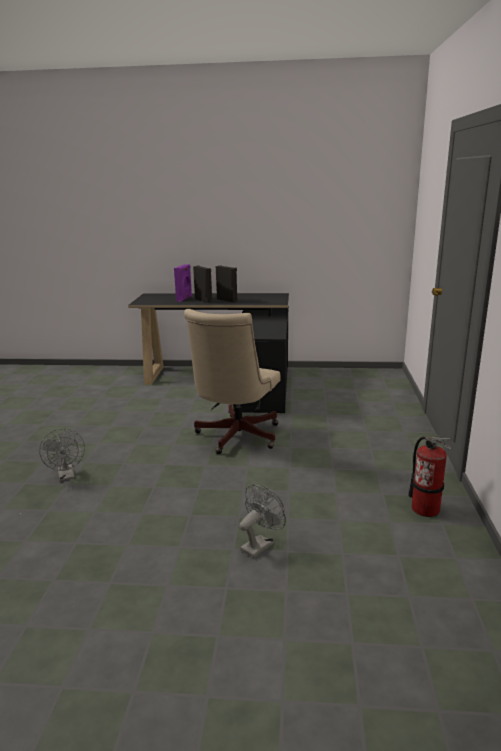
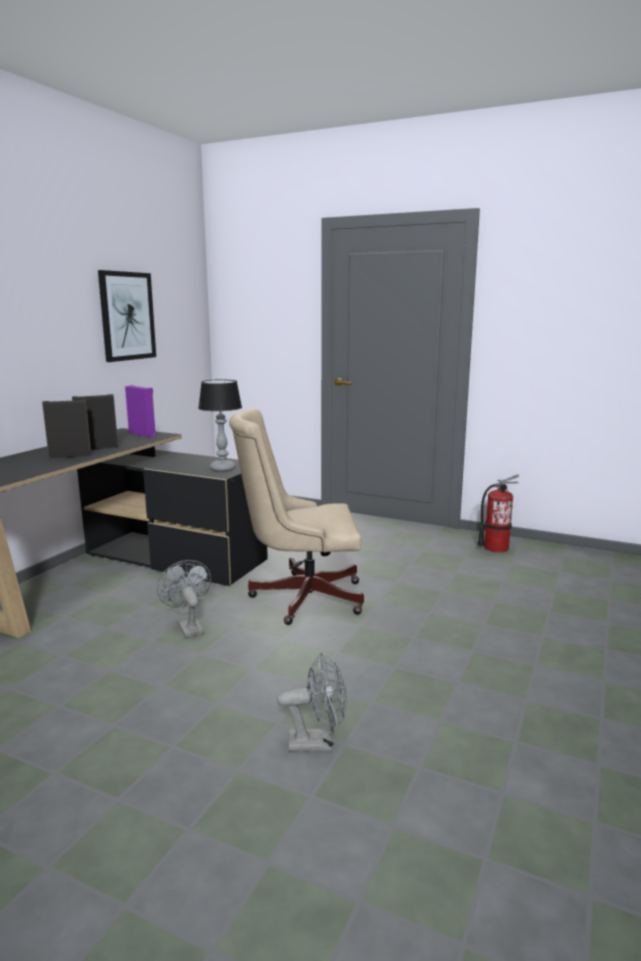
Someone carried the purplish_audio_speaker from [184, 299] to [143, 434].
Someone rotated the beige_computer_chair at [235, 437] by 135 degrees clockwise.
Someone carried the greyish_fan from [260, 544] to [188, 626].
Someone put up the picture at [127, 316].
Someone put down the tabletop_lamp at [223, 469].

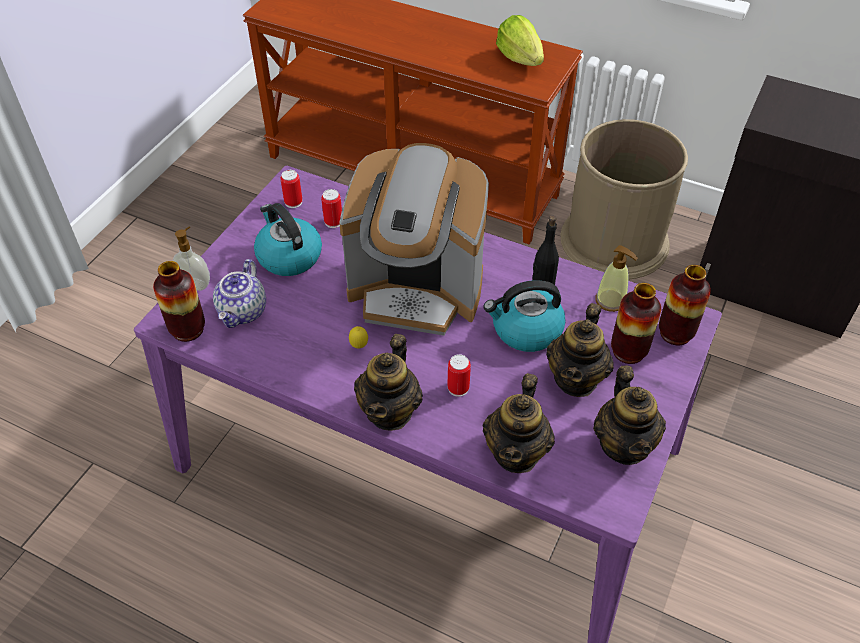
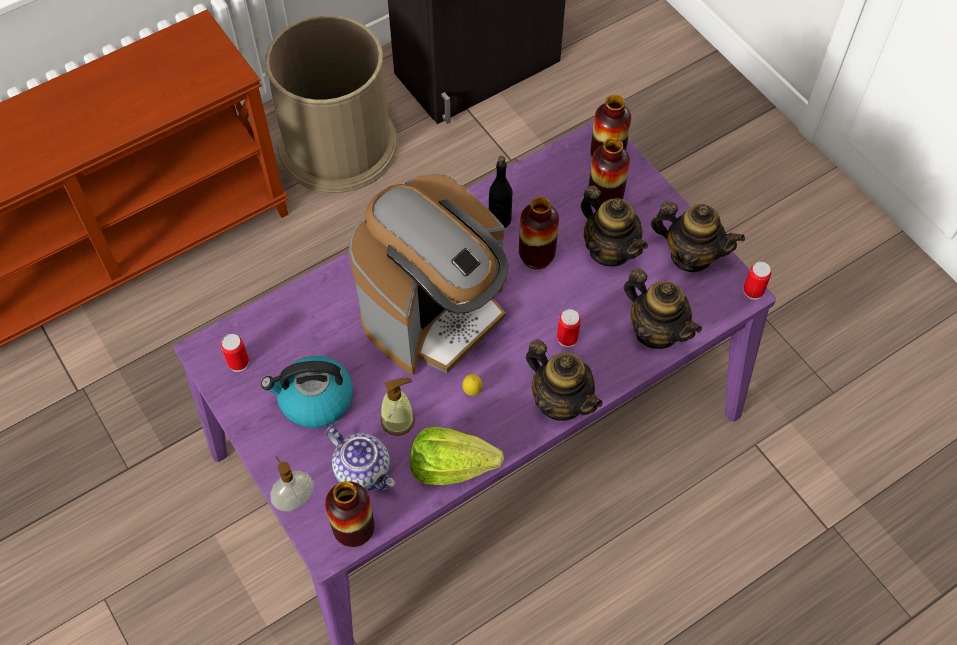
Someone carried the lettuce from [520, 58] to [451, 466].
Someone carried the sealed_can from [333, 222] to [753, 291].
Someone carried the soap_dispenser from [610, 301] to [398, 421].
Someone swapped the kettle at [525, 330] for the vase at [536, 256].

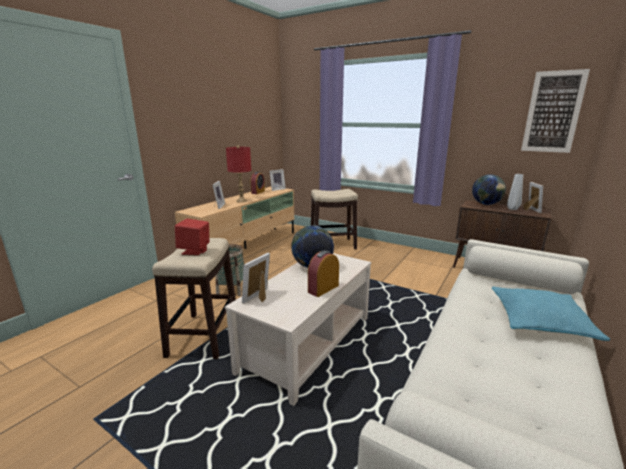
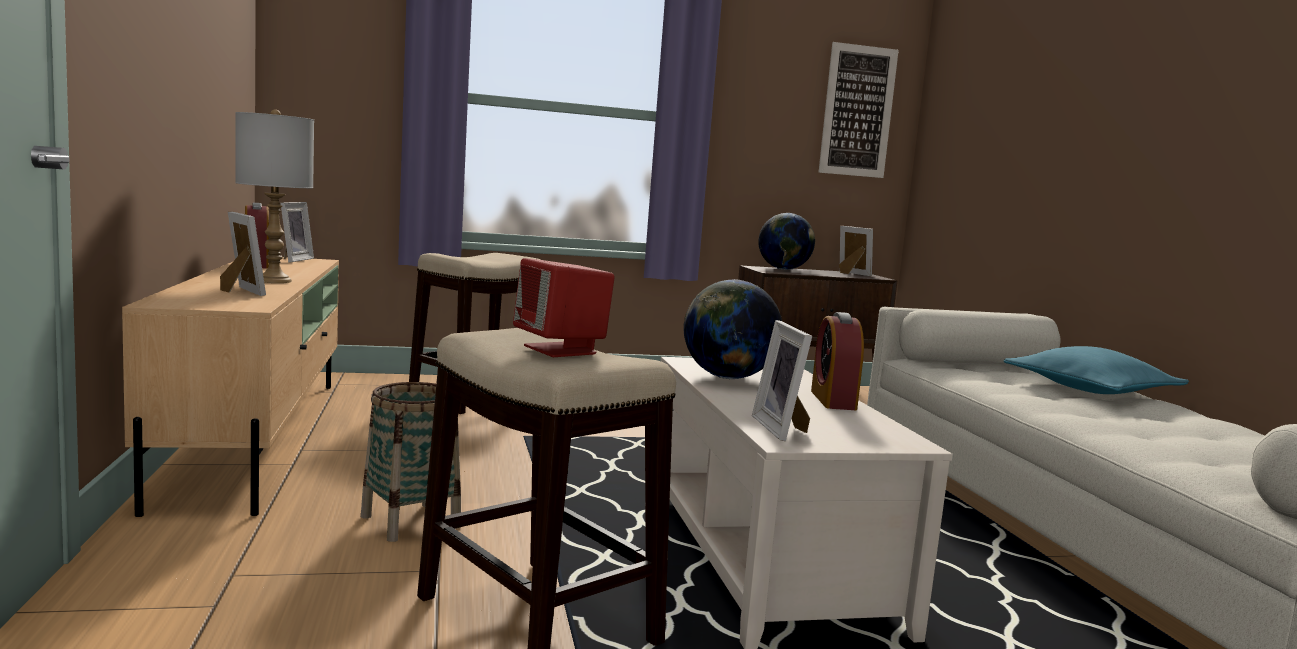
Someone repainted the red-coloured_tabletop_lamp at [241, 201], which became the greyish_tabletop_lamp at [274, 281].
Someone took away the greyish_vase at [512, 209].

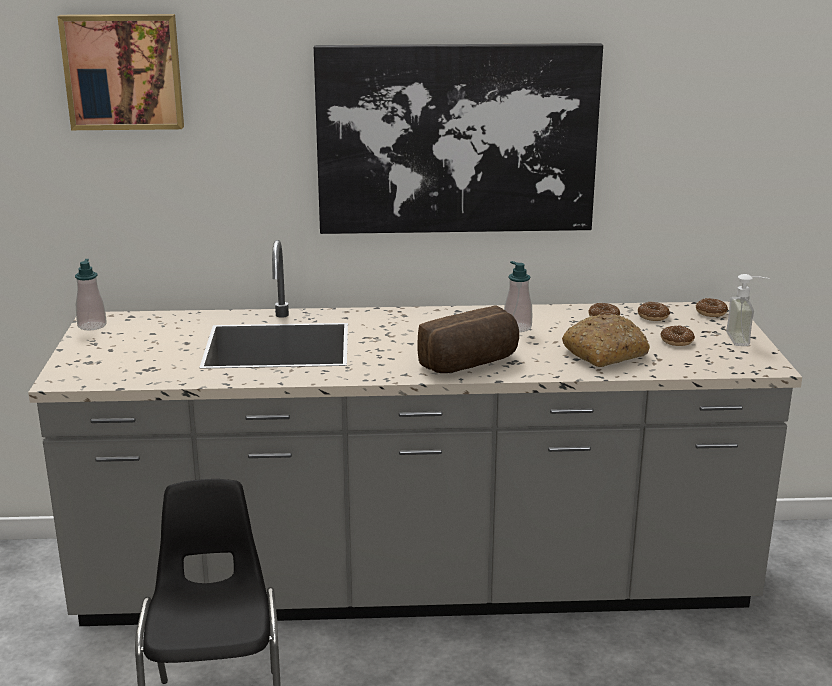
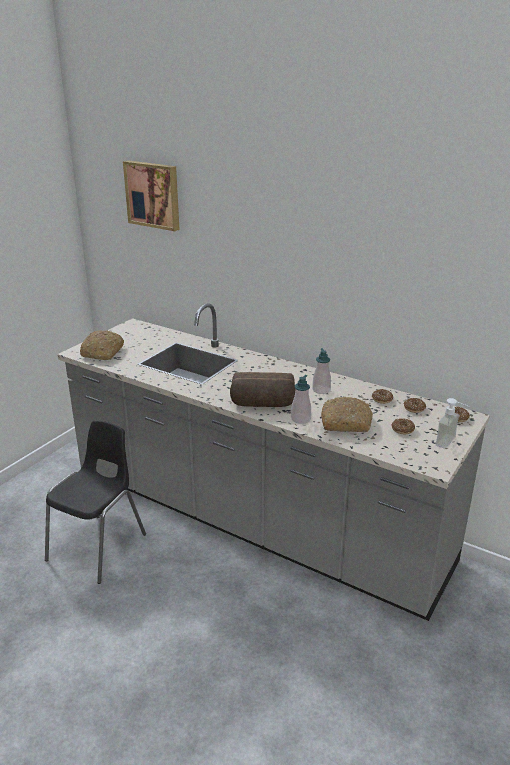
Someone took away the picture at [456, 139].
Someone carried the soap_dispenser from [92, 326] to [300, 419].
Someone put down the baked_bread at [103, 352].

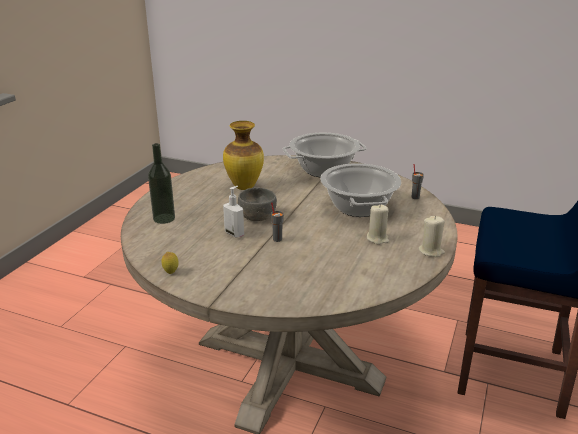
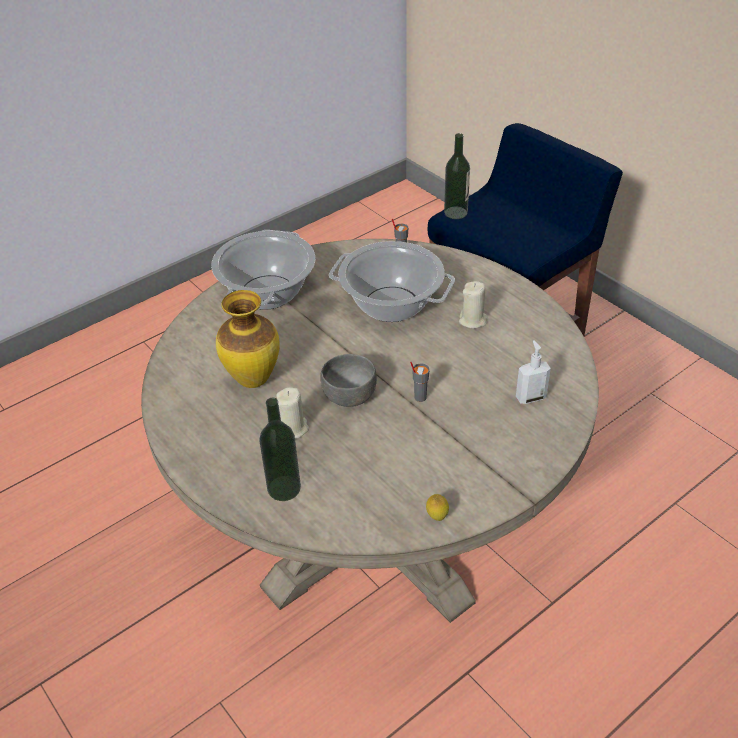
Someone carried the soap_dispenser from [234, 233] to [530, 397].
Someone carried the beige_candle from [431, 251] to [293, 428].
Someone put down the bottle at [455, 212].

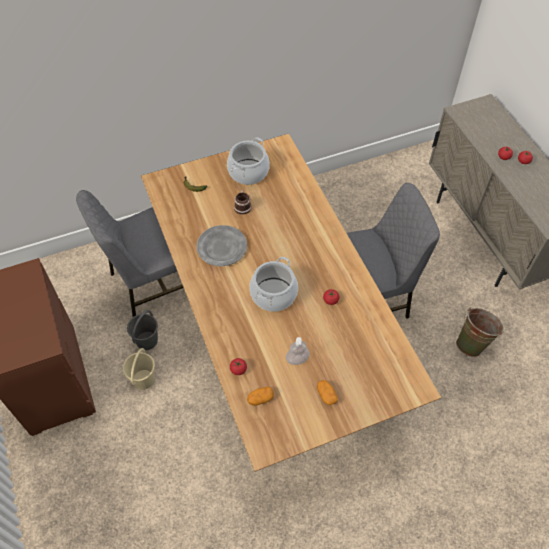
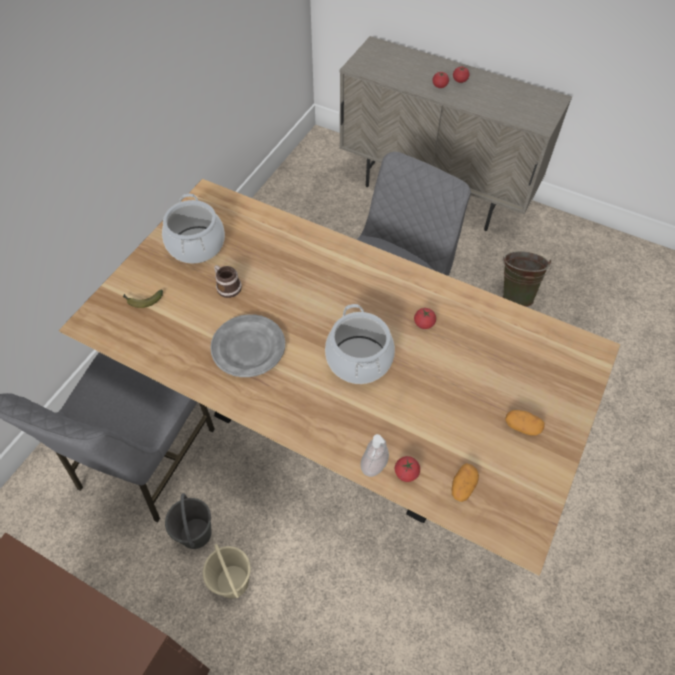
Someone carried the soap_dispenser from [297, 359] to [374, 464].

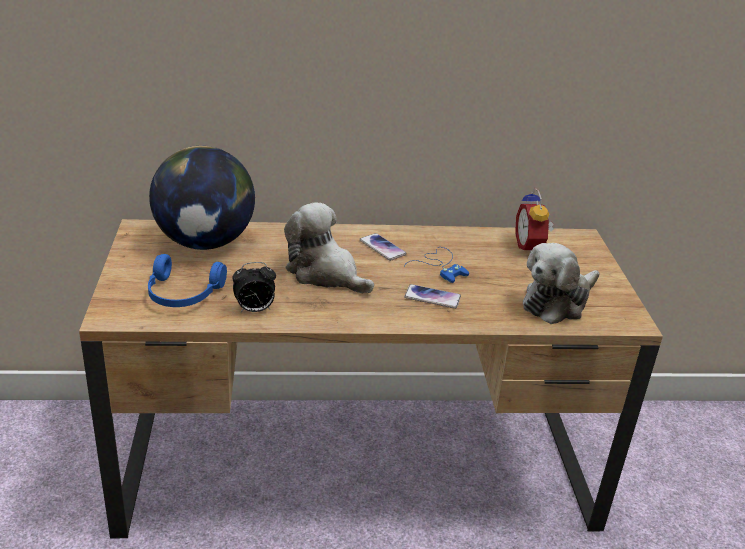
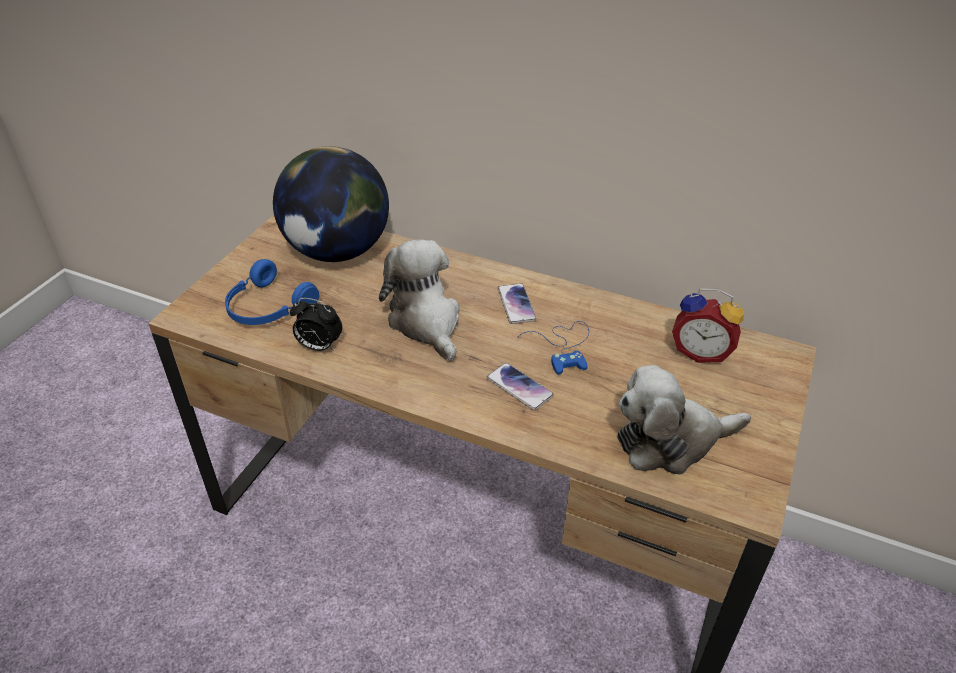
Someone rotated the table_clock at [531, 247] by 90 degrees counterclockwise.

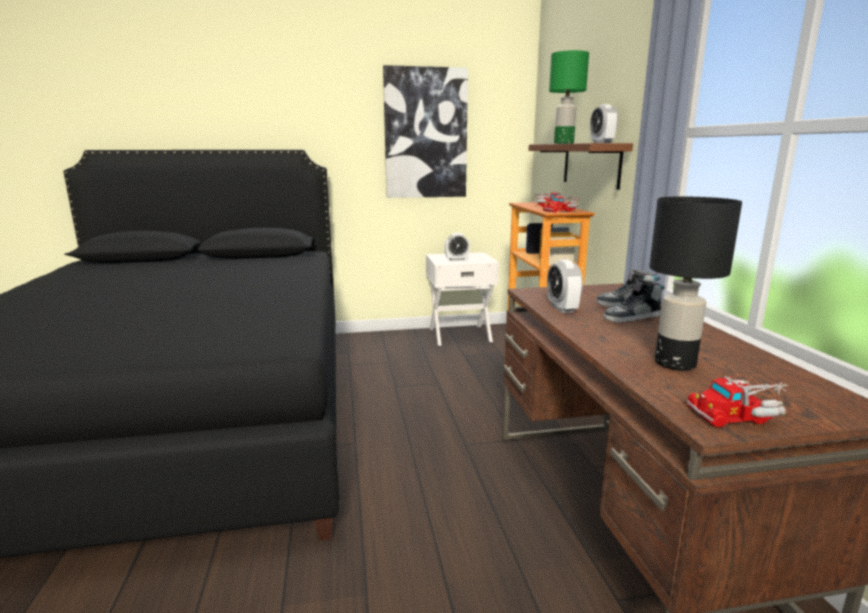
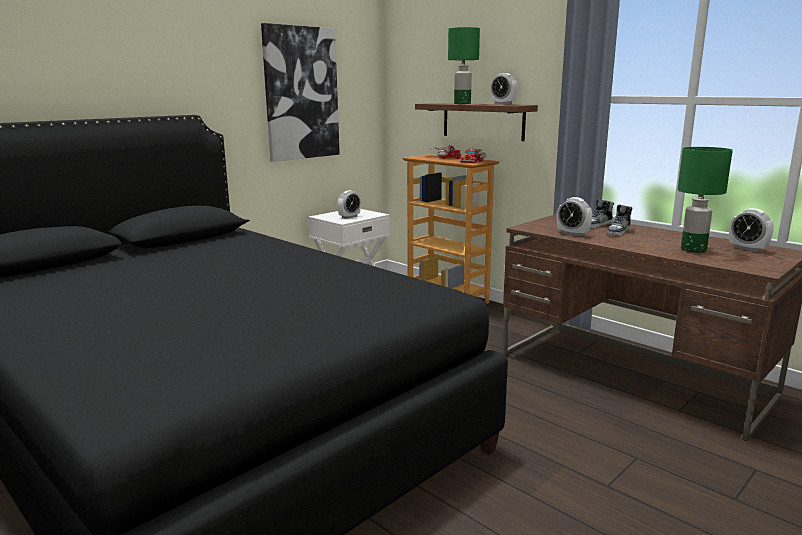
Someone repainted the black-coloured_tabletop_lamp at [676, 364], which became the greenish_tabletop_lamp at [694, 250].
Someone took away the toy_truck at [738, 414].
Someone put down the table_clock at [747, 249].

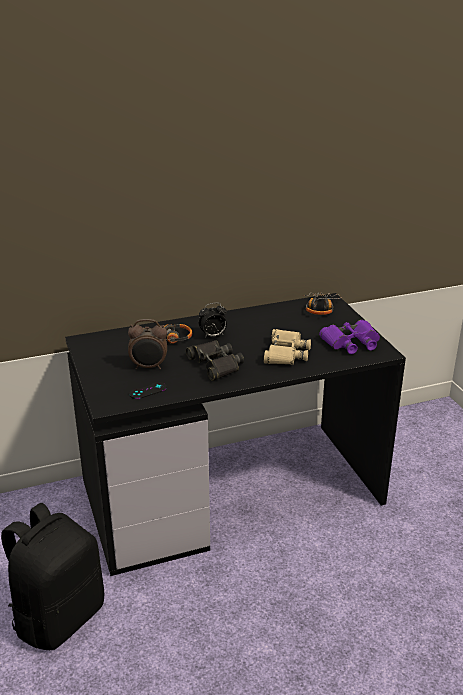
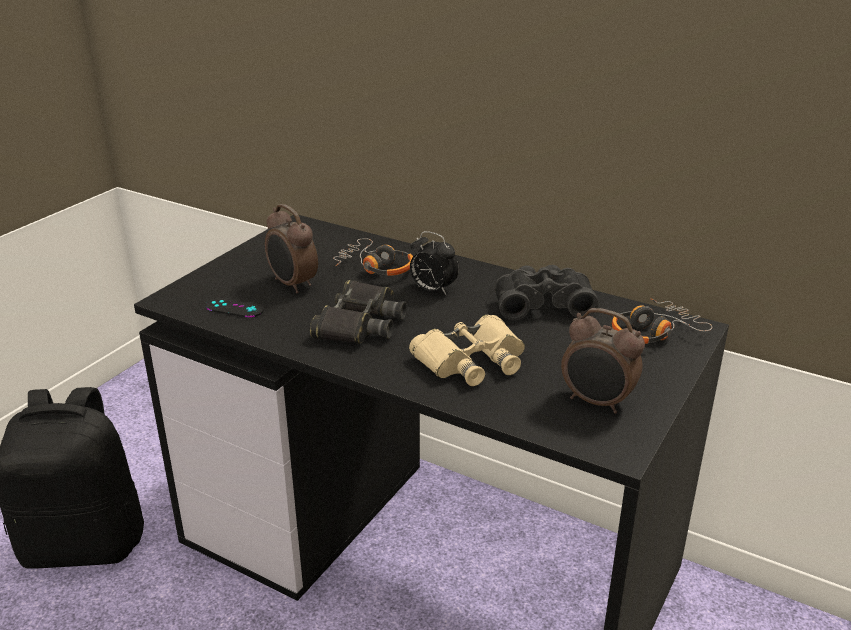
Someone swapped the purplish_field_glasses at [351, 342] for the table_clock at [597, 402].
Someone put down the black-coloured_field_glasses at [542, 303].

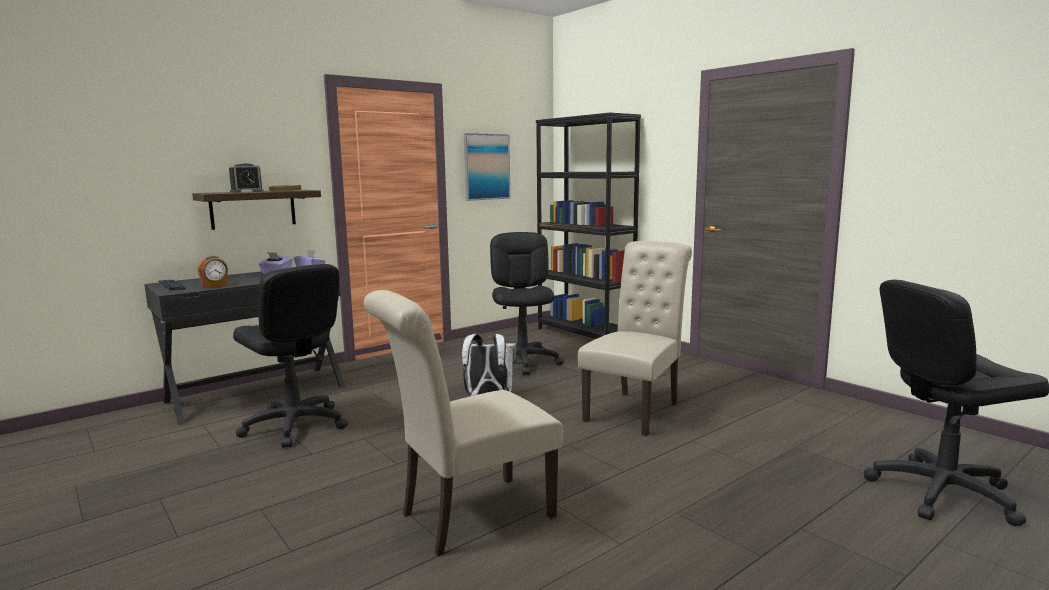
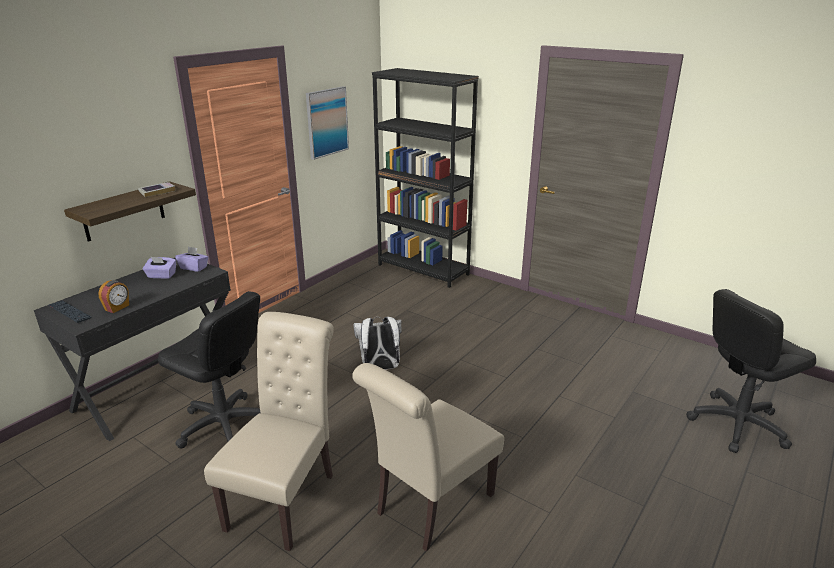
Someone took away the table_clock at [247, 191].
Someone took away the black-coloured_computer_chair at [523, 362].
Someone carried the beige_plain_chair from [636, 410] to [286, 496].

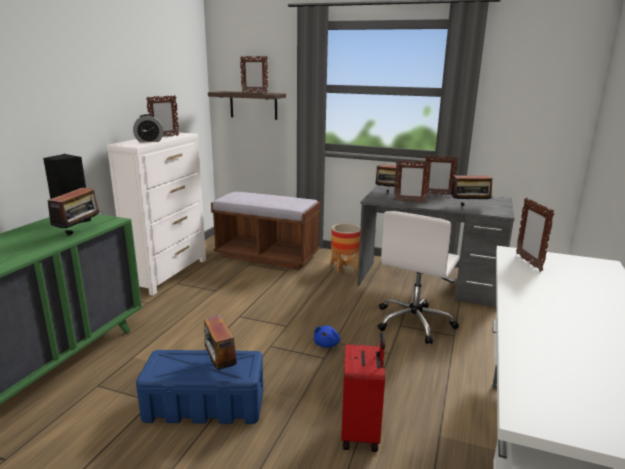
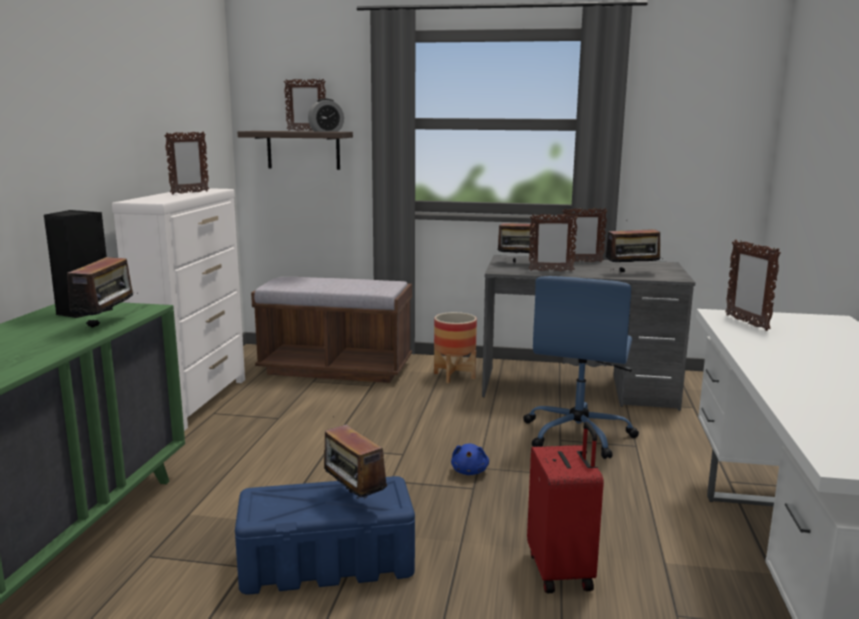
Someone carried the table_clock from [149, 141] to [326, 131].
Someone repainted the white-coloured_computer_chair at [414, 322], which became the bluish_computer_chair at [578, 434].

